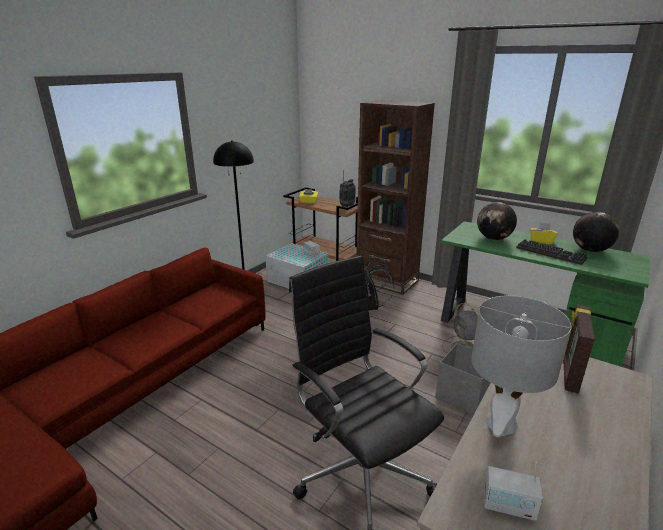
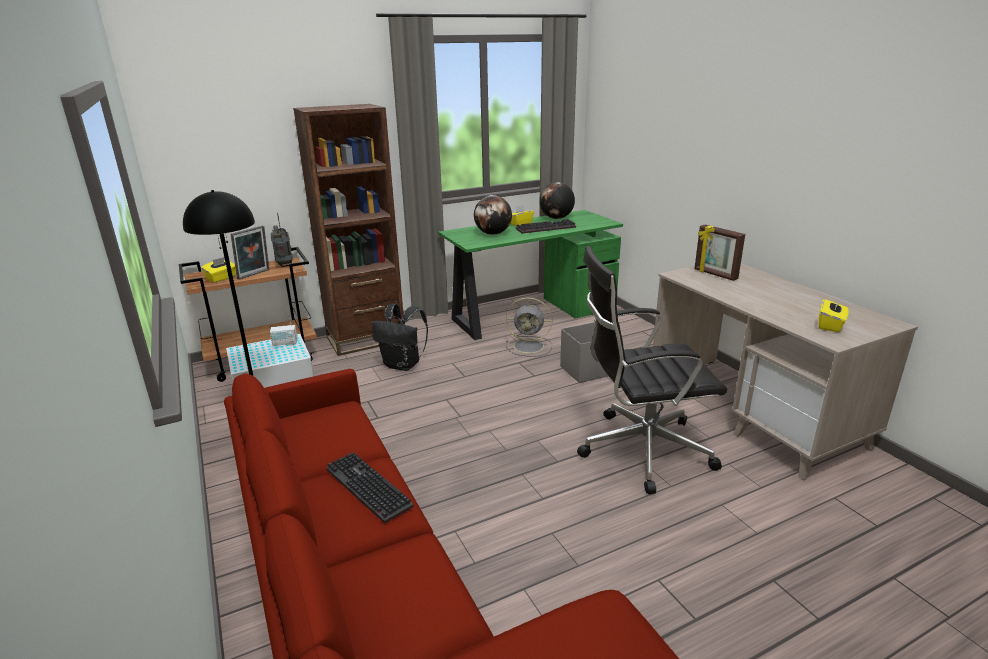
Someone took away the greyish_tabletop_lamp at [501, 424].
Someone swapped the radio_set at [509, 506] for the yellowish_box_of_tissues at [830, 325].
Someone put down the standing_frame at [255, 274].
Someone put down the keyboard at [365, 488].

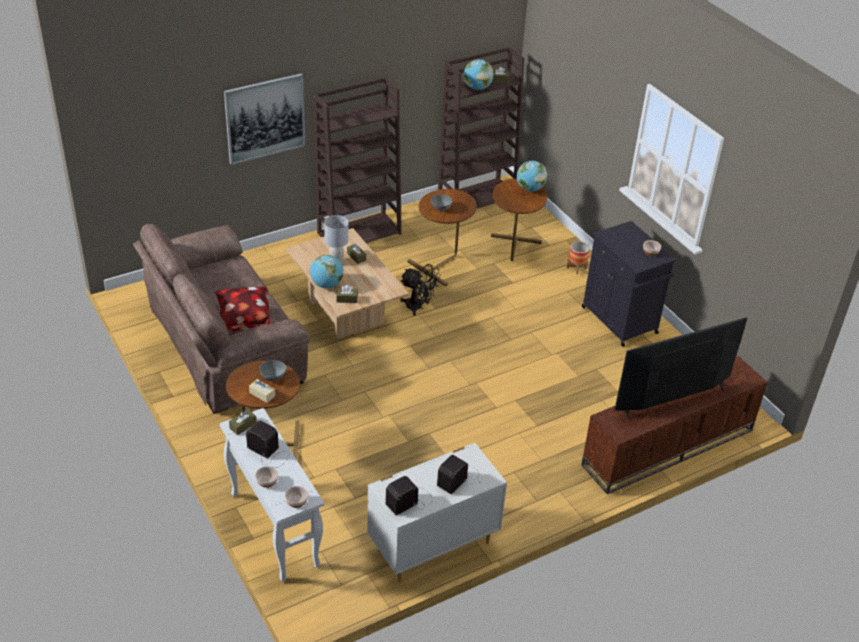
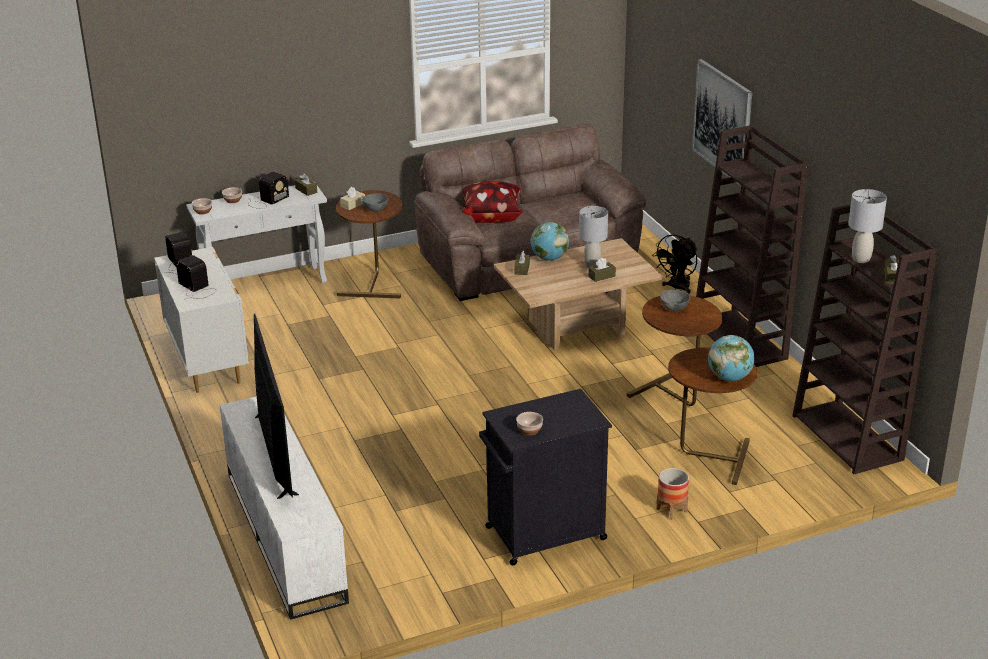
Someone swapped the globe at [477, 88] for the greyish_tabletop_lamp at [861, 259].
Someone carried the black-coloured_fan from [418, 307] to [677, 288].
Someone repainted the brown_tv_stand at [668, 448], which became the white-coloured_tv_stand at [283, 535].

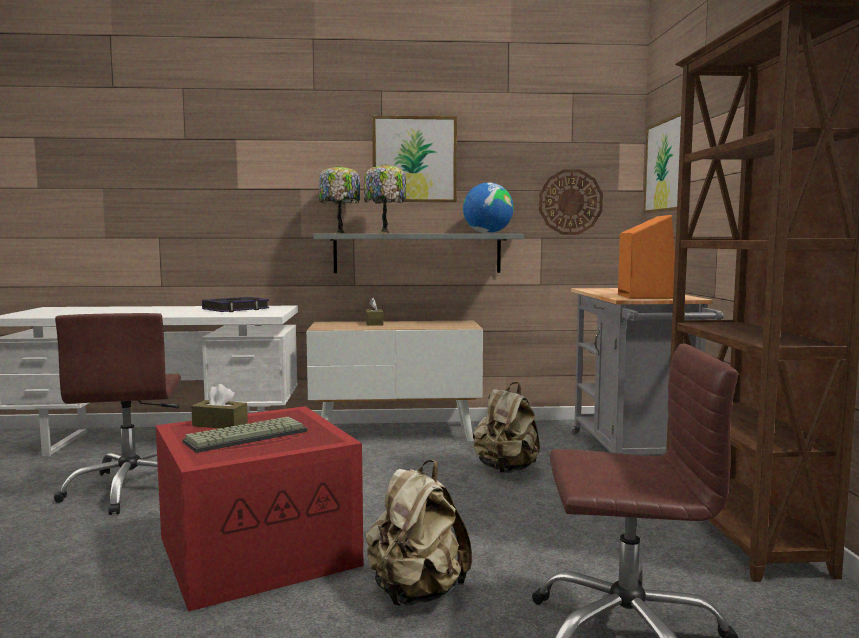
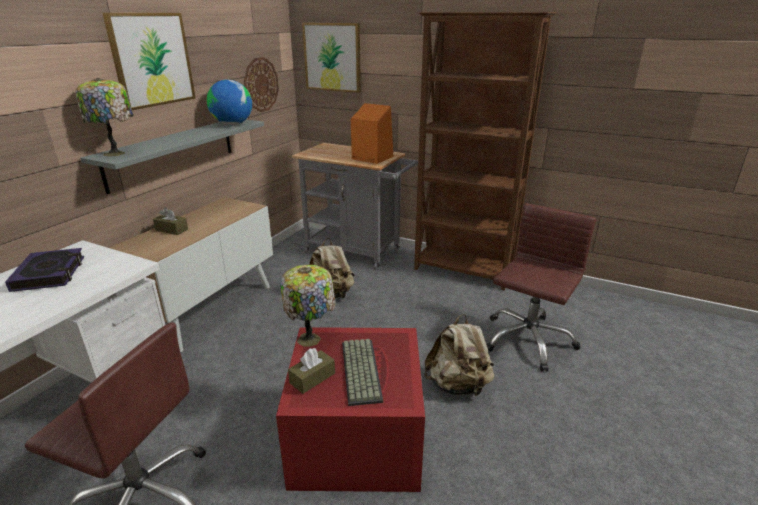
Someone carried the tabletop_lamp from [385, 233] to [311, 339].

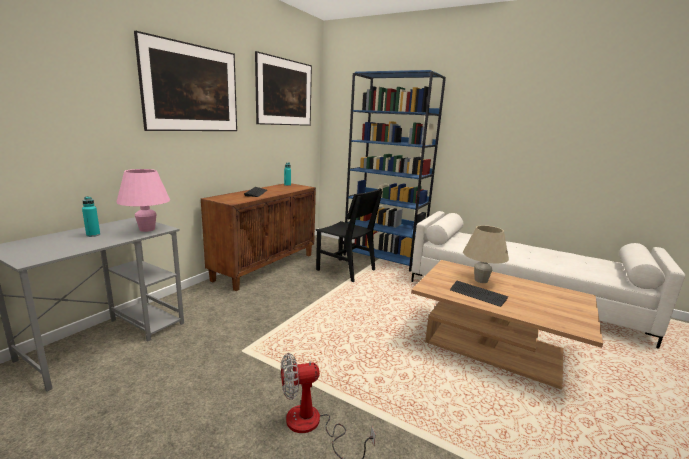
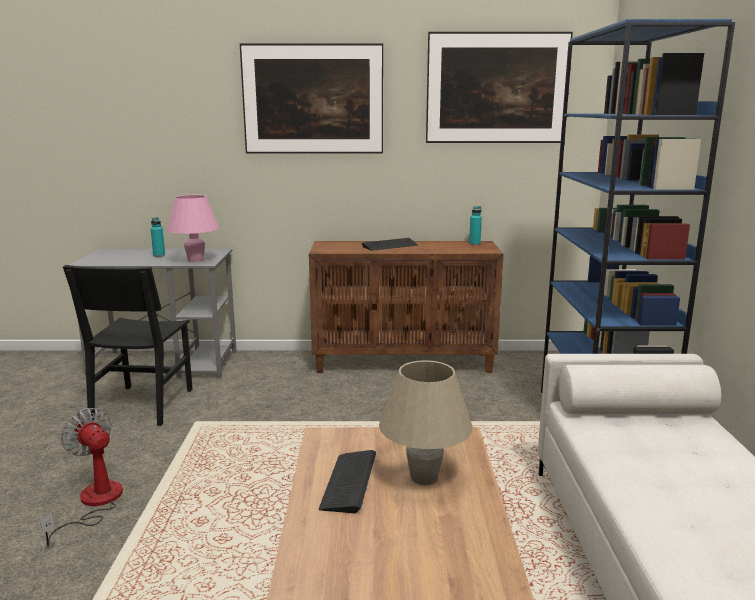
Someone carried the black-coloured_plain_chair from [345, 270] to [143, 405].

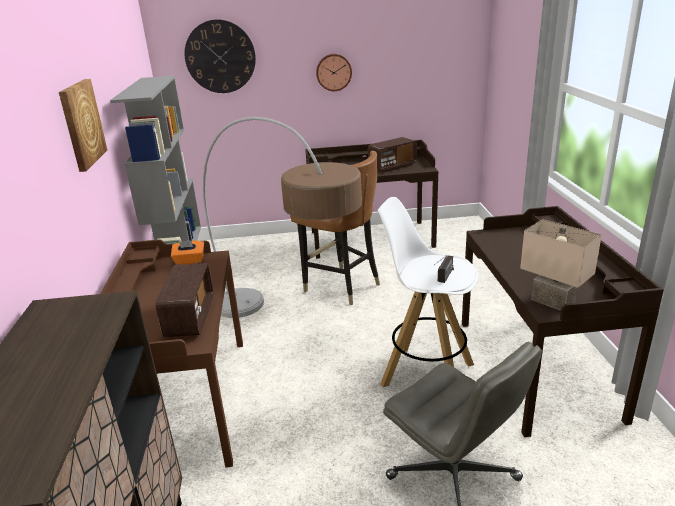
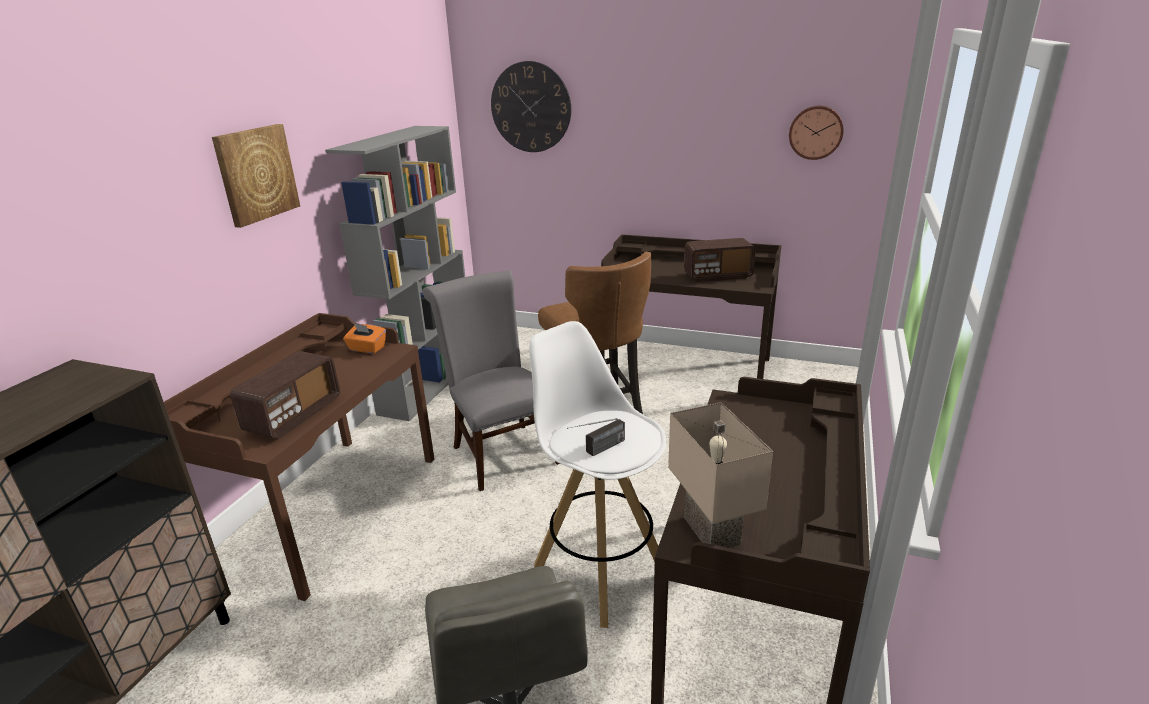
Someone carried the hanging_clock from [333, 72] to [815, 132].
Someone swapped the floor_lamp at [291, 324] for the greyish_plain_chair at [501, 452].

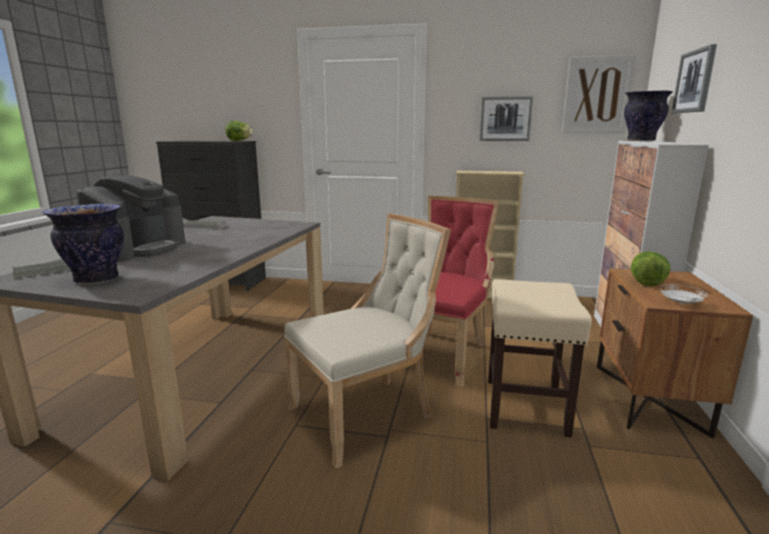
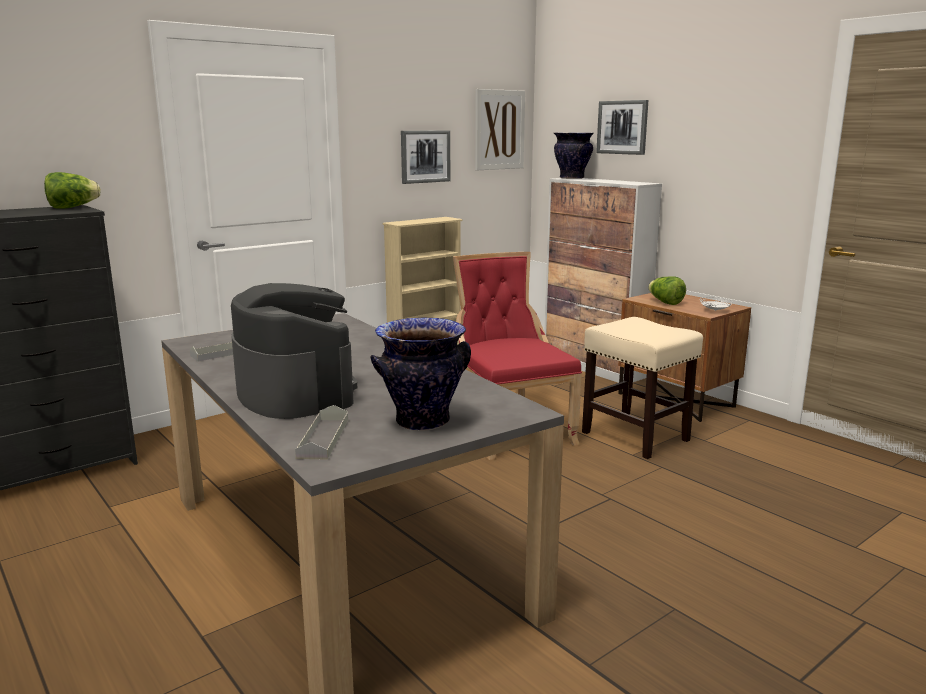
Someone took away the beige_plain_chair at [367, 414].

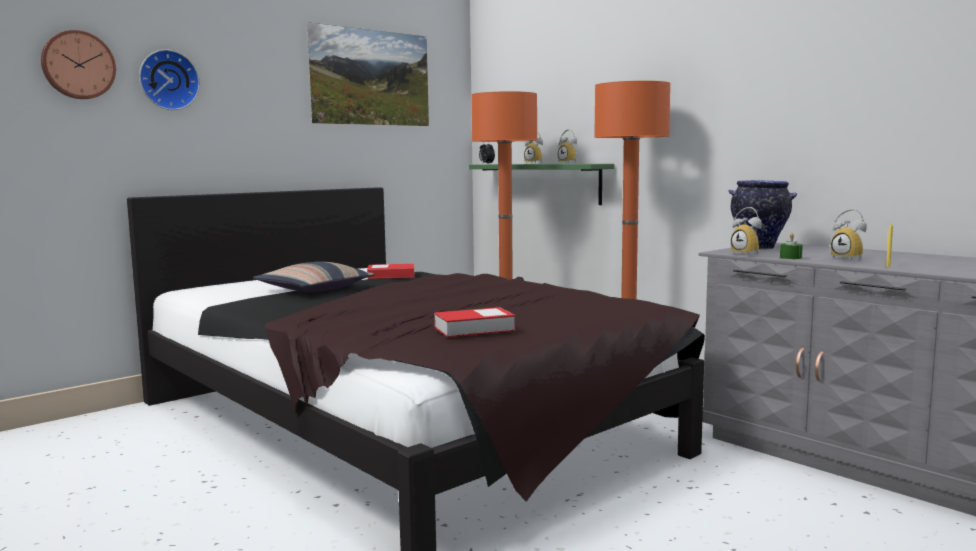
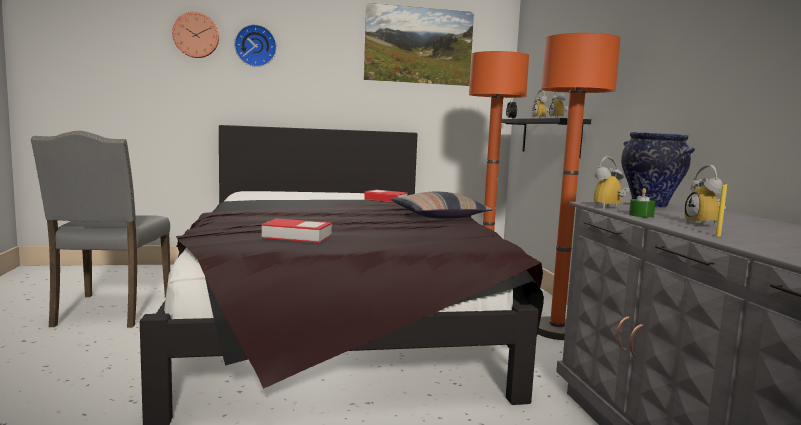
Someone repainted the greenish_bracket_shelf at [548, 183], which became the black-coloured_bracket_shelf at [550, 137].
Someone rotated the table_clock at [748, 254] by 60 degrees clockwise.
Someone carried the pillow from [314, 289] to [438, 216].
Someone put down the greyish_plain_chair at [110, 311].

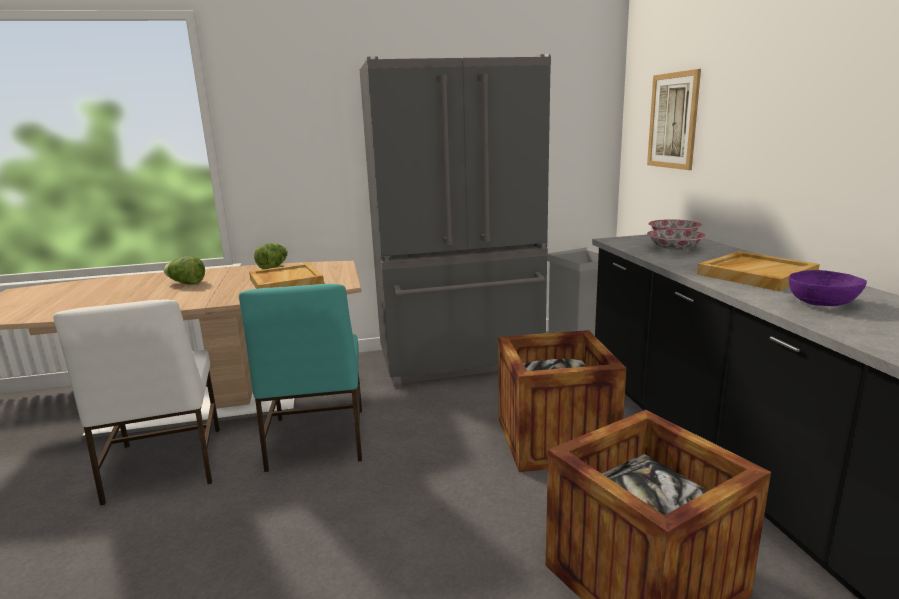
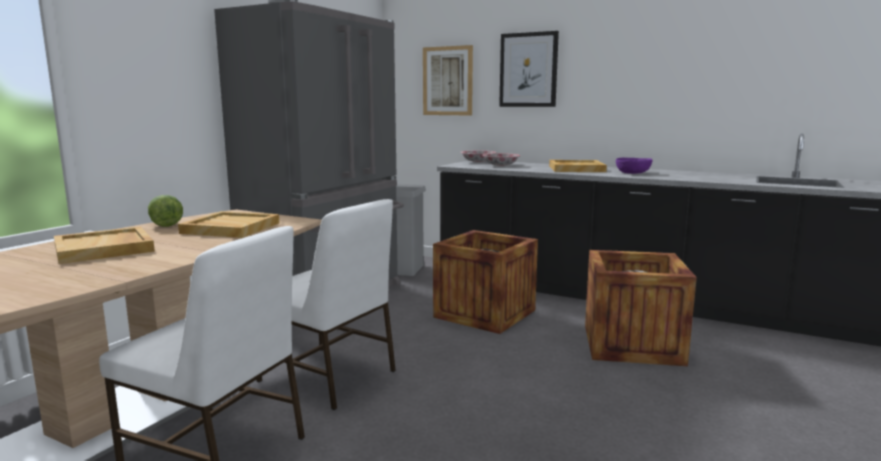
Someone swapped the lettuce at [186, 283] for the beige_serving_tray at [105, 249].
Someone repainted the blue-green_plain_chair at [316, 440], which became the white-coloured_plain_chair at [328, 377].
Someone put up the picture at [528, 70].

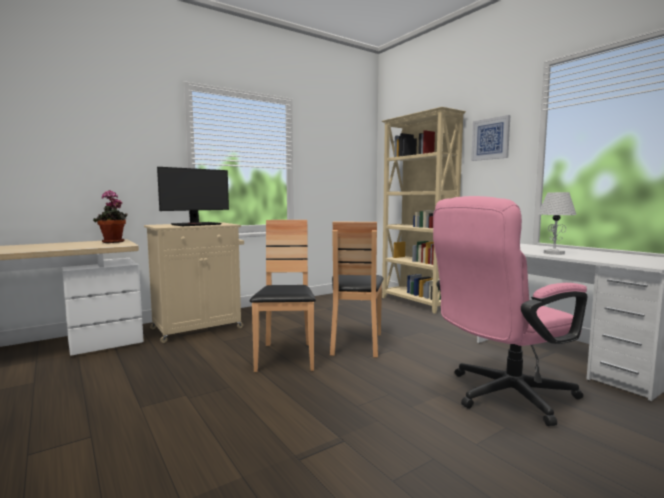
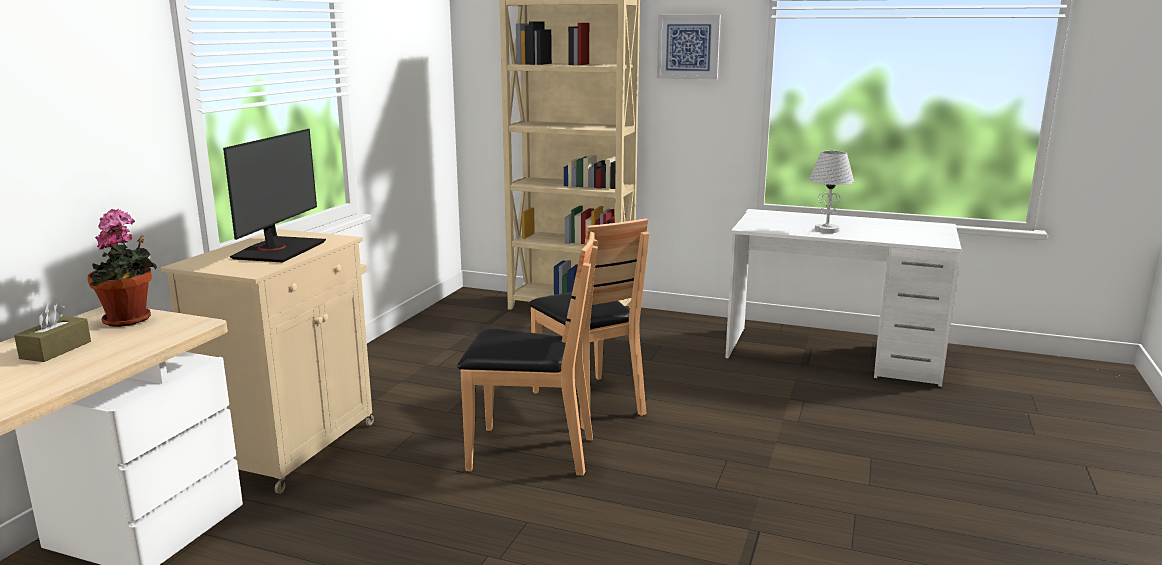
Someone took away the pinkish_computer_chair at [502, 396].
Someone rotated the brown_plain_chair at [286, 357] by 135 degrees clockwise.
Someone put down the brown_box_of_tissues at [56, 350].

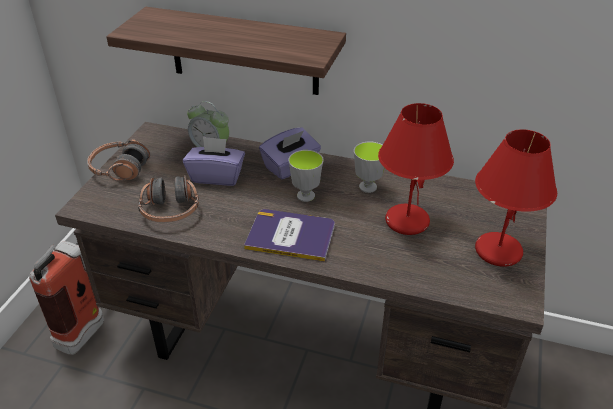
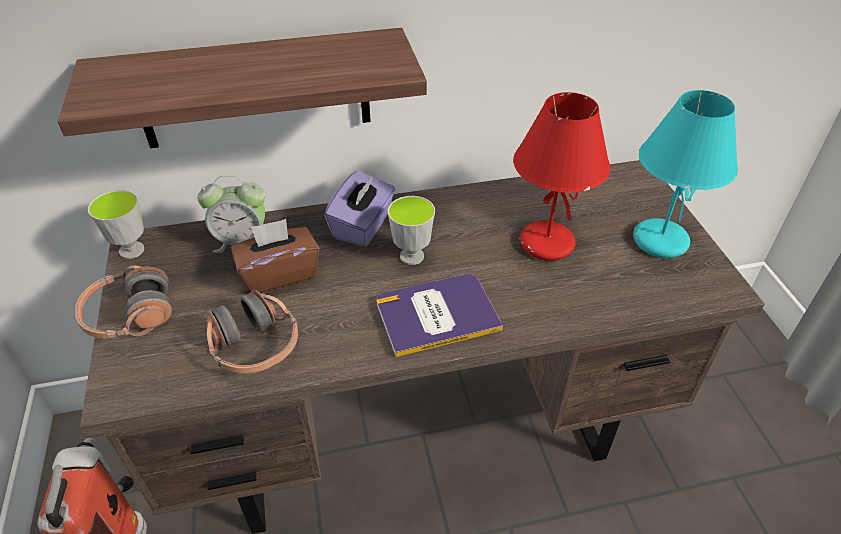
Someone repainted the red-coloured_tabletop_lamp at [497, 250], which became the blue-green_tabletop_lamp at [659, 240].
Someone repainted the purplish_box_of_tissues at [216, 176], which became the brown_box_of_tissues at [279, 273].
Someone carried the cup from [368, 187] to [131, 250].

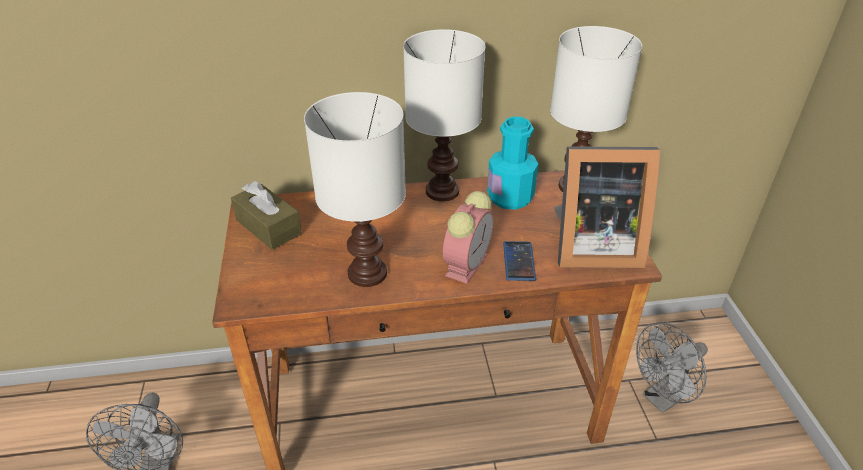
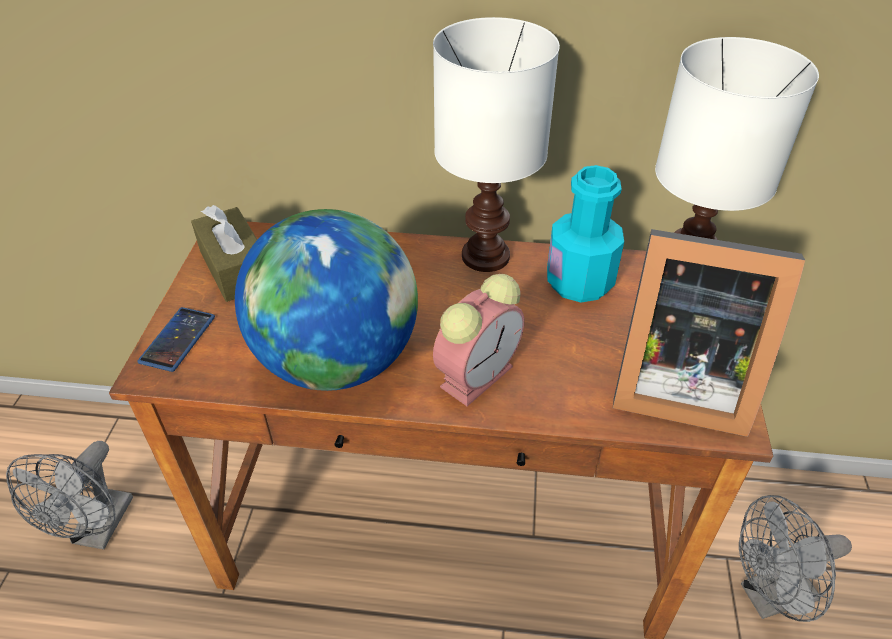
Someone swapped the white-coloured_tabletop_lamp at [369, 272] for the globe at [337, 360].
Someone carried the phone from [519, 261] to [178, 339].

